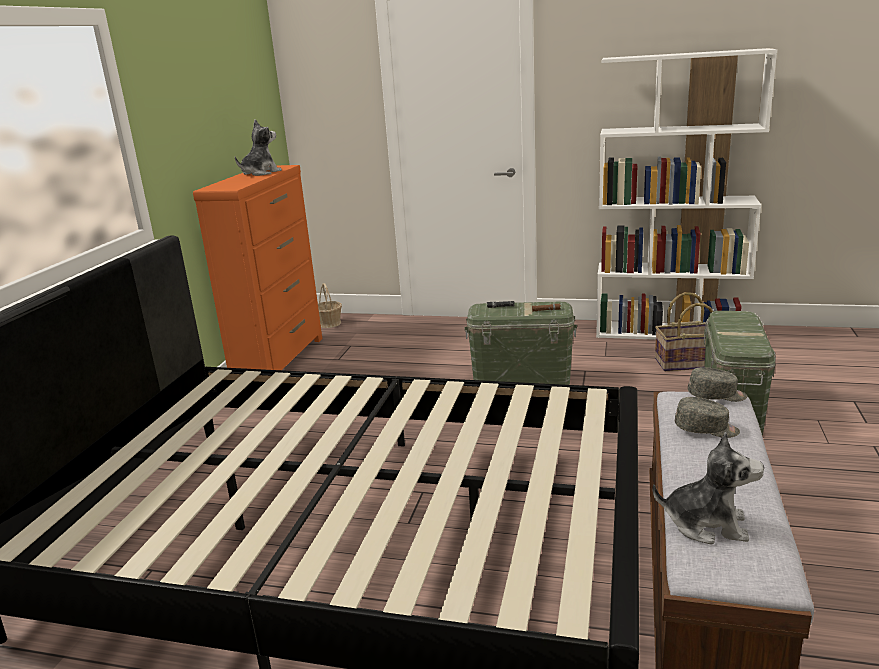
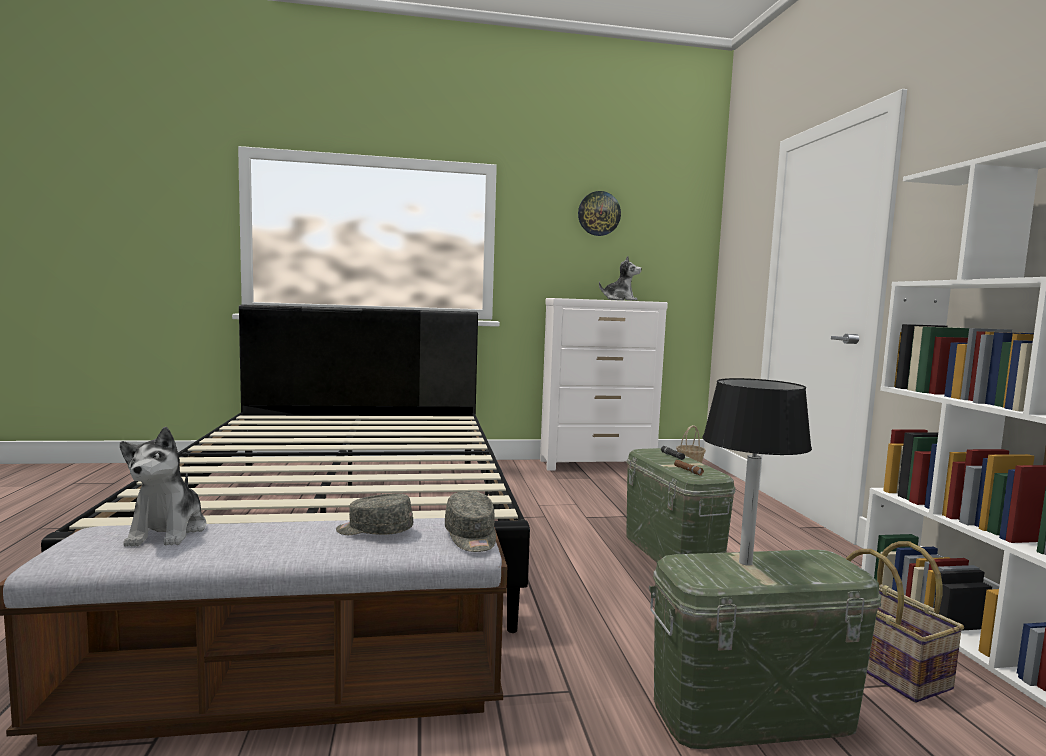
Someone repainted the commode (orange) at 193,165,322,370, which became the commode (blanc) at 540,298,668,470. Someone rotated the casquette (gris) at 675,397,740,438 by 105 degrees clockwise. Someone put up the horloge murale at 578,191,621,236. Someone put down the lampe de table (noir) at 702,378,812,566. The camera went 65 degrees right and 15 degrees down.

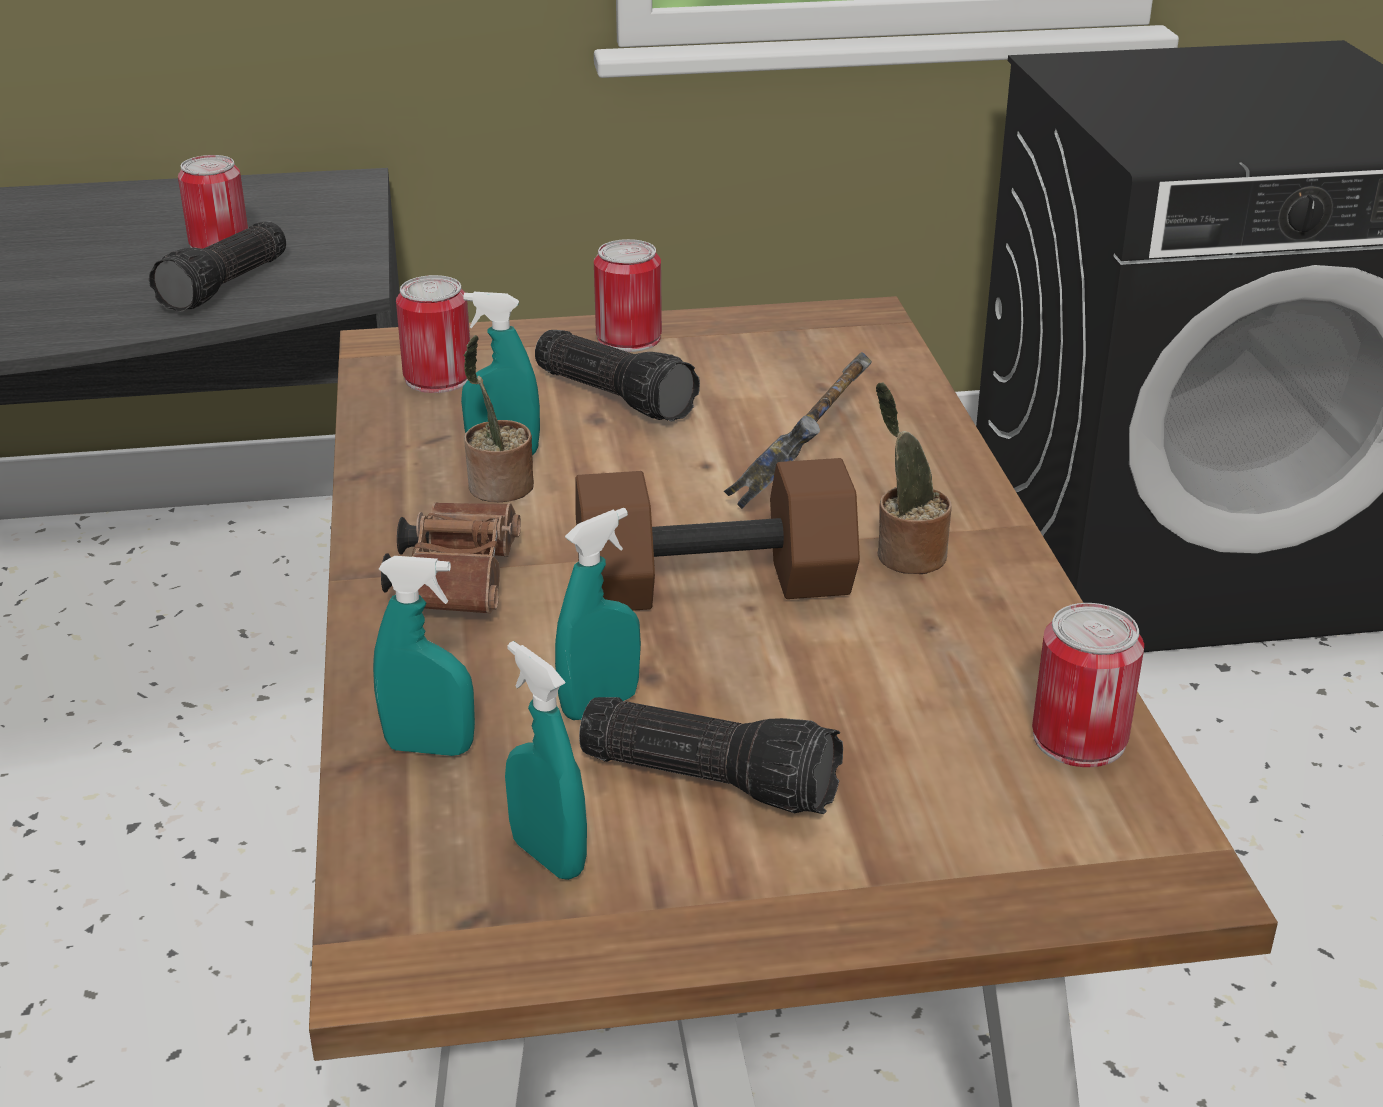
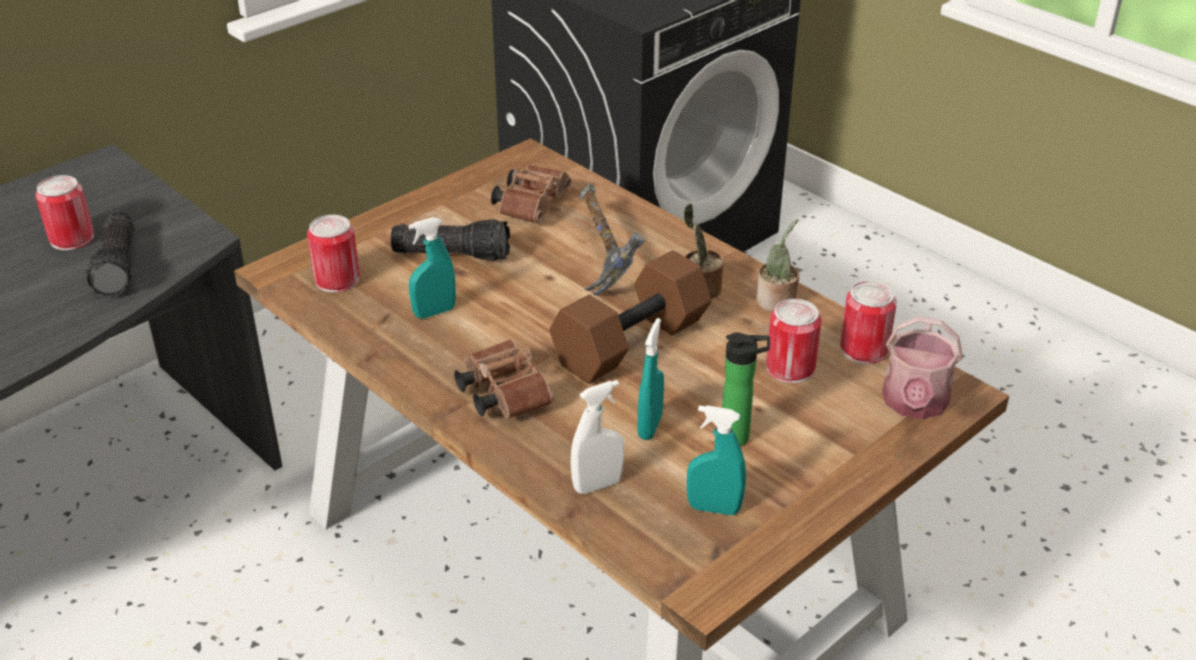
Someone repainted the vaporisateur (turquoise) at 373,556,475,756, which became the vaporisateur (blanc) at 571,380,624,494. Someone carried the plante en pot from 464,335,534,503 to 756,220,800,312. Someone swapped the lampe de poche at 579,697,843,814 for the bouteille at 722,332,770,446. Someone carried the boîte métallique from 594,239,662,352 to 766,299,822,383. Someone put down the jumelles (marron) at 491,165,572,224. Someone put down the arrosoir at 882,316,963,419. The camera went 35 degrees left and 5 degrees up.

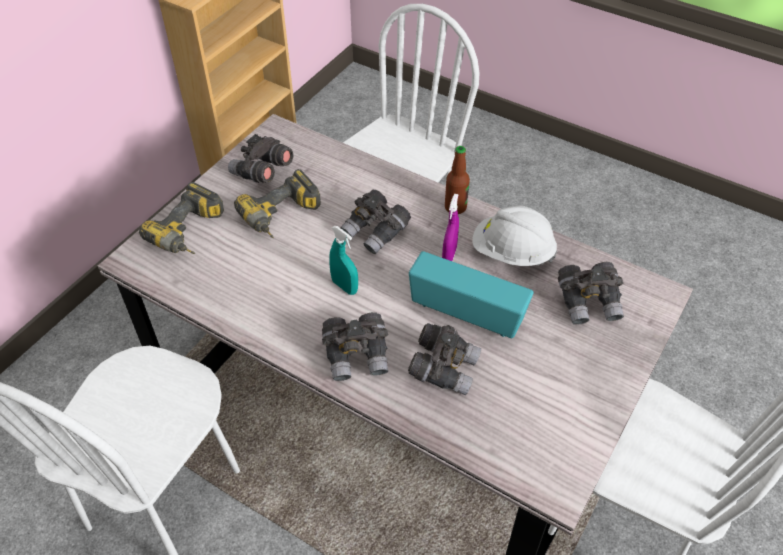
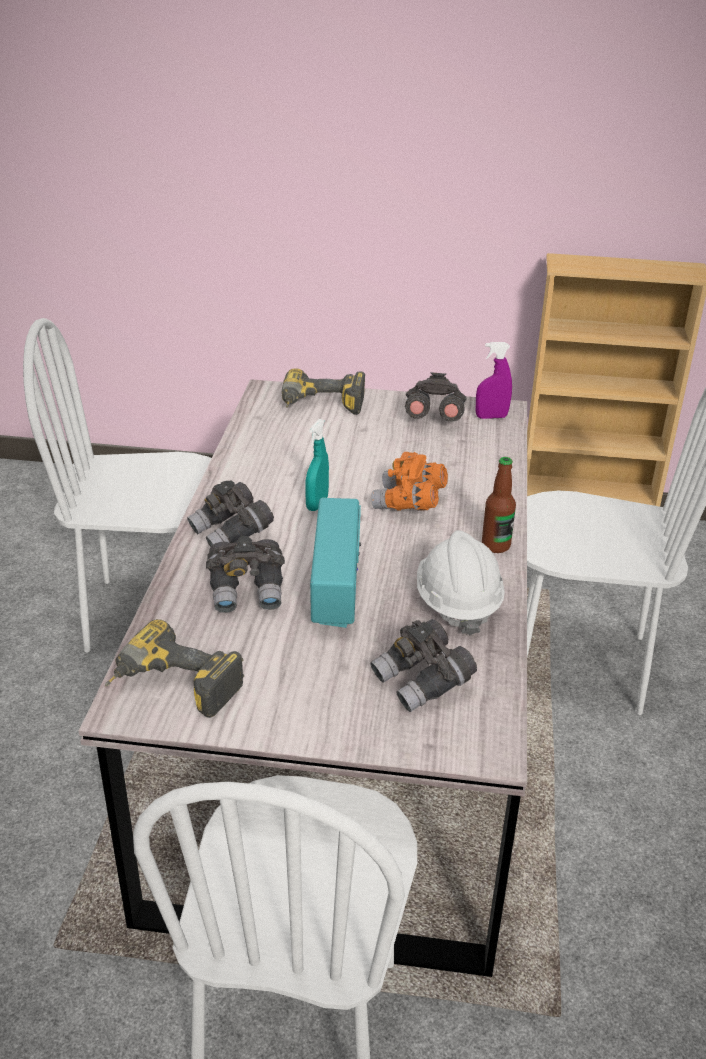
Someone carried the perceuse from 234,169,321,238 to 105,619,244,718. Someone repainted the jumelles (gris) at 340,190,411,254, which became the jumelles (orange) at 371,452,448,511. Someone carried the vaporisateur (violet) from 442,194,459,261 to 476,342,512,419. The camera went 65 degrees right and 15 degrees down.

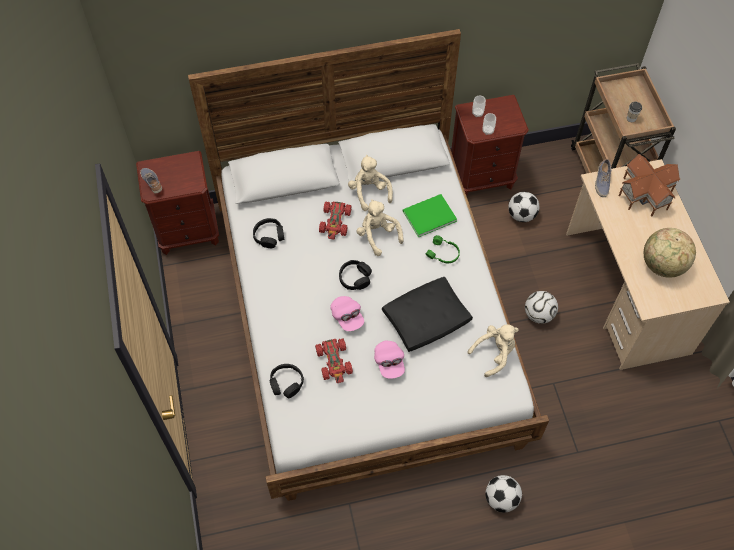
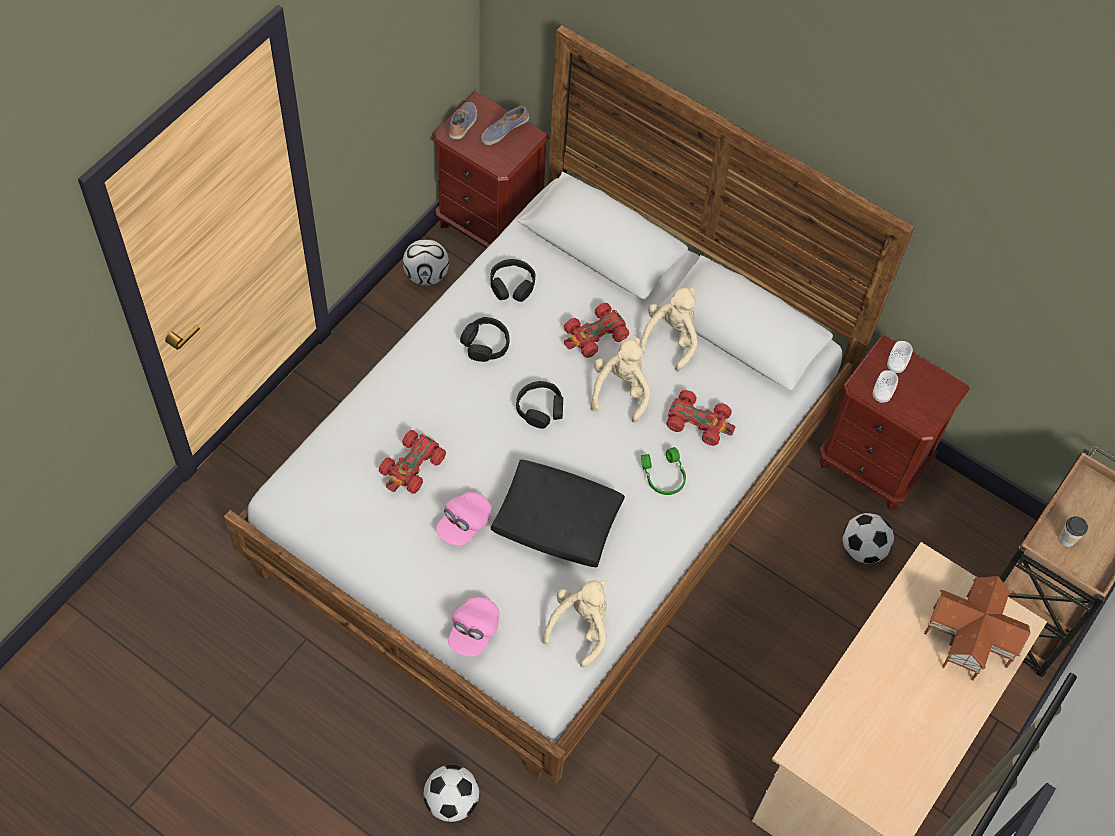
Someone carried the casque audio (noir) from 270,364,304,398 to 460,317,510,362. Someone carried the casquette (rose) from 330,296,364,331 to 448,597,500,656. Someone swapped the livre (vert) at 403,194,457,238 for the petite voiture (rouge) at 667,390,735,446. Someone rotated the peluche (beige) at 468,324,519,377 by 75 degrees counterclockwise. Someone carried the ballon de foot from 525,291,558,324 to 403,239,449,286. Someone carried the chaussure from 595,159,611,197 to 481,106,529,145. Someone took away the globe at 644,228,696,278. The camera went 45 degrees right and 0 degrees up.

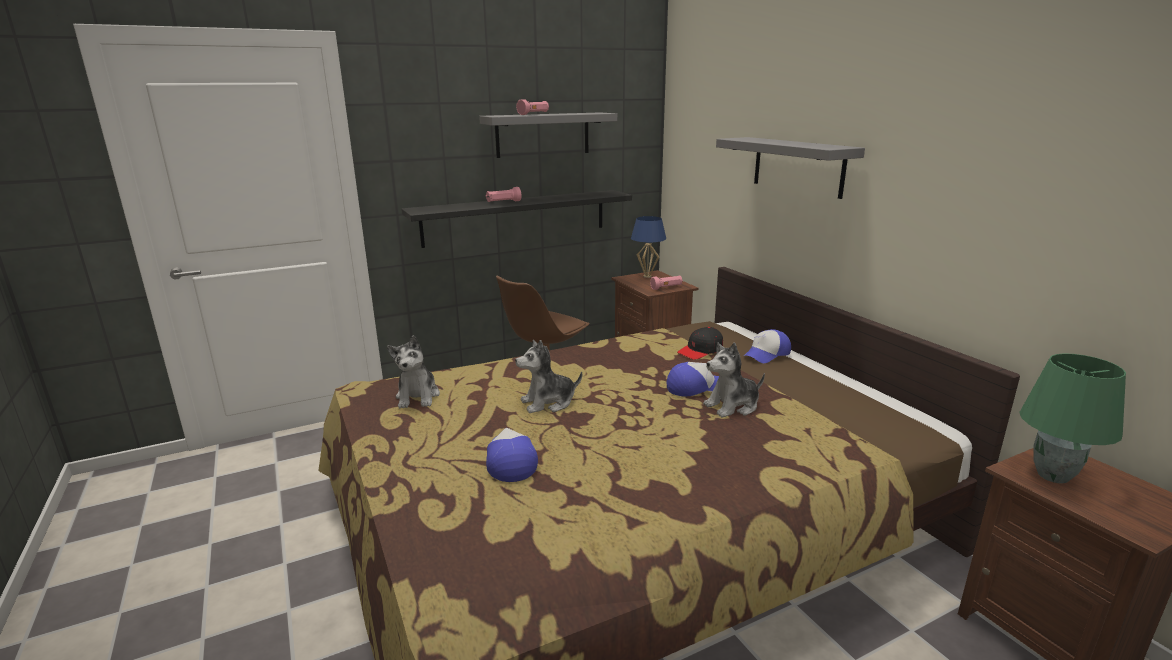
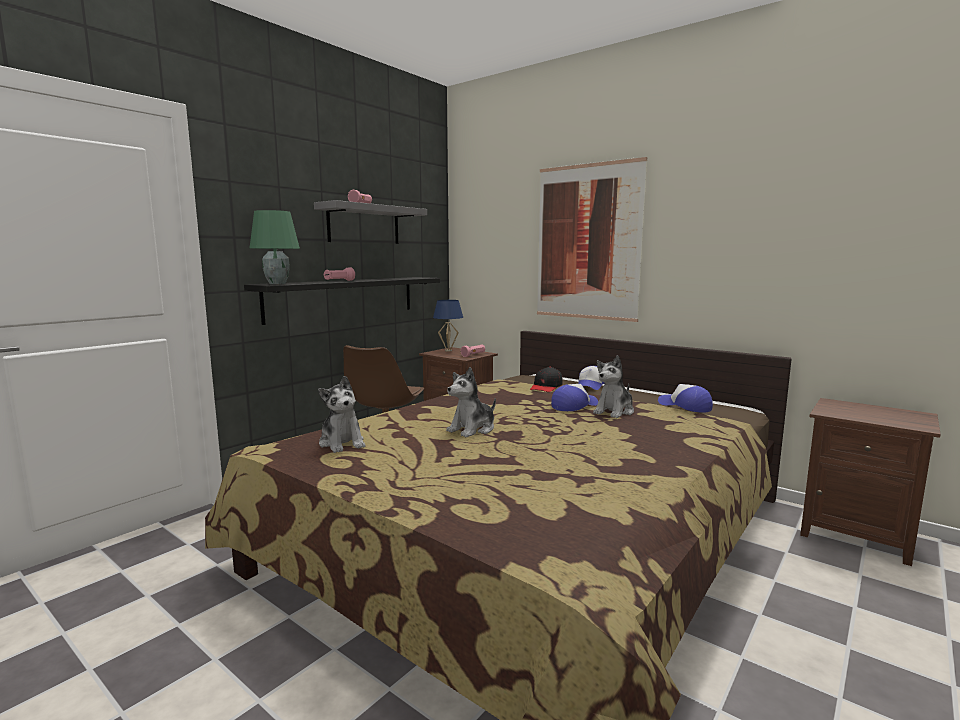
Someone carried the casquette from 486,428,538,482 to 658,384,713,413. Someone swapped the étagère (gris) at 716,137,865,199 for the tableau at 537,157,647,322. Someone carried the lampe de table (vert) from 1019,353,1126,484 to 250,210,300,284. The camera went 25 degrees left and 10 degrees down.

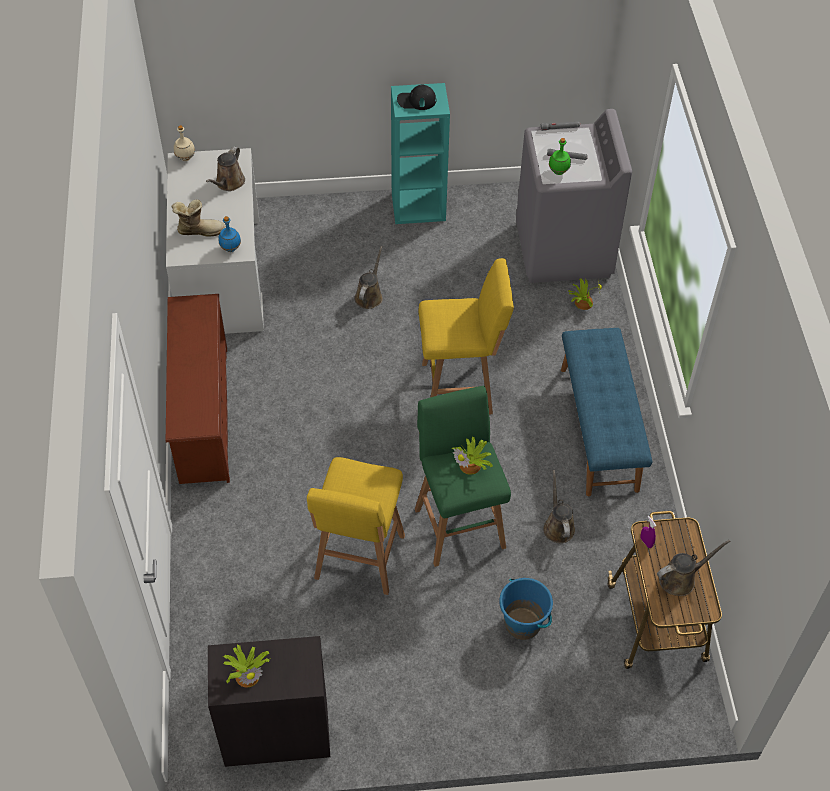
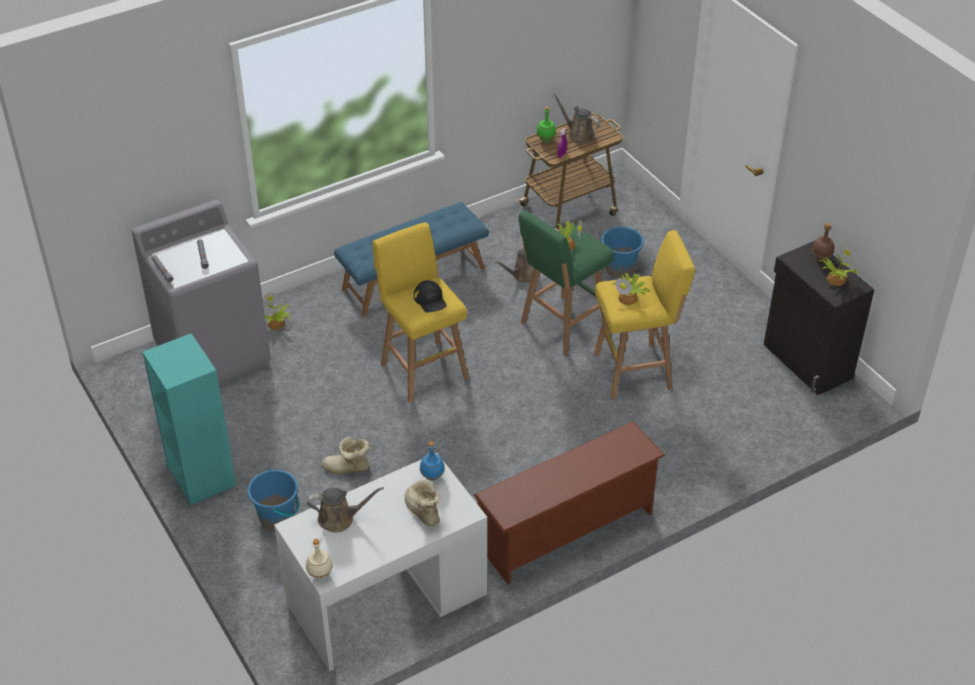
Someone swapped the arrosoir (marron) at 354,246,383,309 for the botte at 322,436,370,474. Someone carried the casquette (noir) from 397,85,436,110 to 414,280,447,312. Someone carried the bouteille (vert) from 549,138,571,175 to 537,107,556,142. Someone put down the seau (bleu) at 248,469,300,531. Someone put down the plante en pot at 612,273,650,305. Someone put down the bouteille (marron) at 812,223,834,260. The camera went 115 degrees left and 10 degrees down.

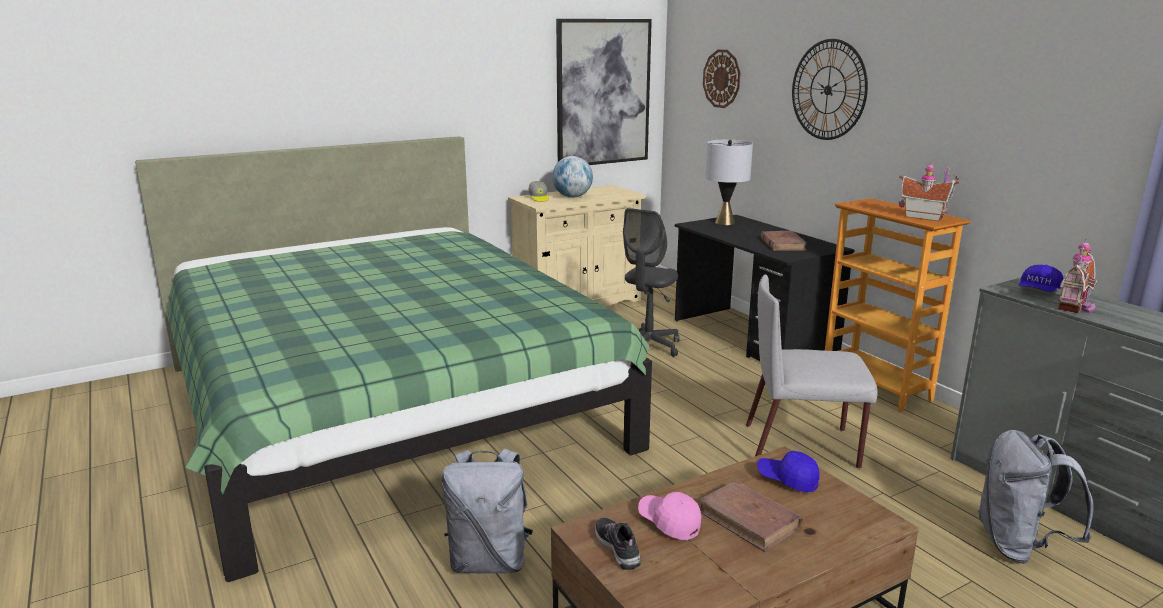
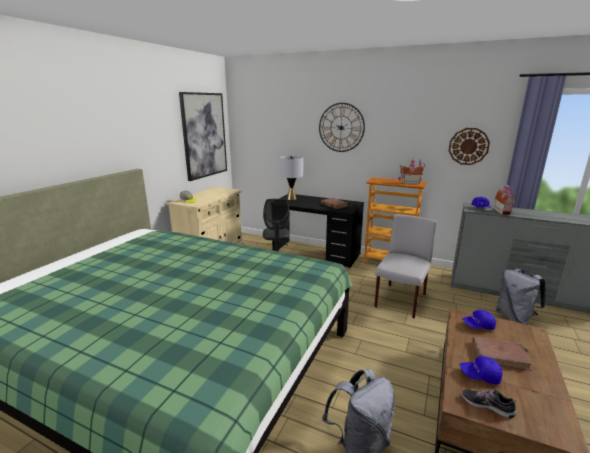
Someone took away the globe at 552,156,593,198. Someone repainted the casquette (rose) at 638,492,701,540, which became the casquette (bleu) at 460,356,503,385. Someone carried the horloge murale from 703,49,741,108 to 449,128,490,165. Someone rotated the chaise (gris) at 746,275,878,469 by 150 degrees clockwise. The camera went 35 degrees left and 0 degrees up.

